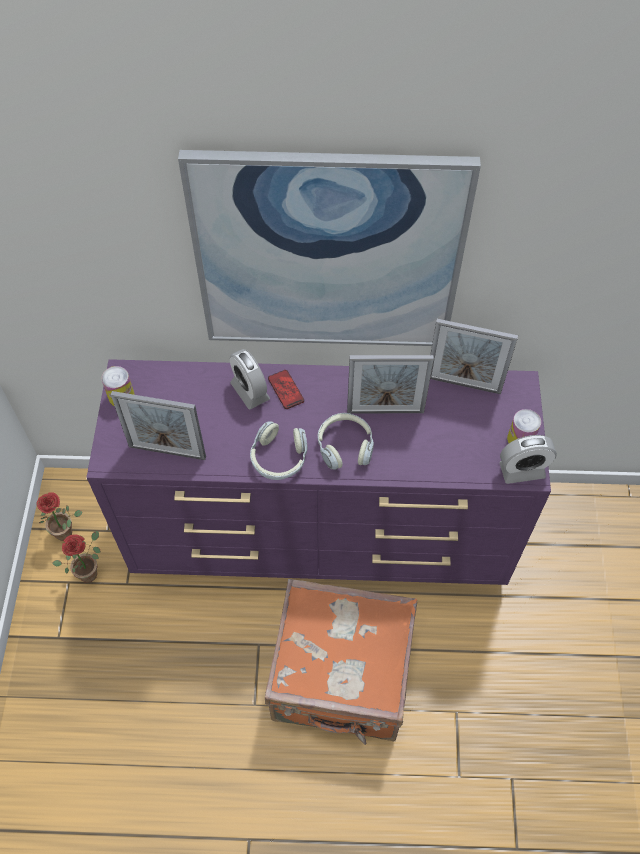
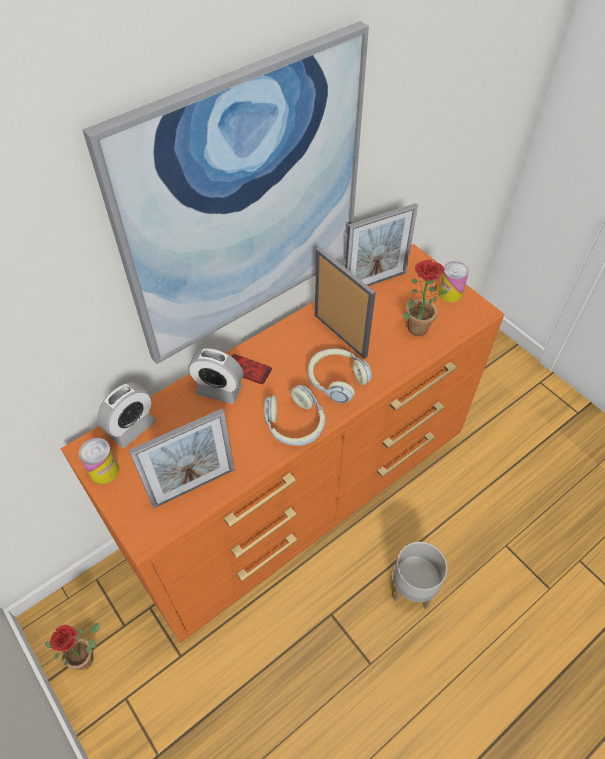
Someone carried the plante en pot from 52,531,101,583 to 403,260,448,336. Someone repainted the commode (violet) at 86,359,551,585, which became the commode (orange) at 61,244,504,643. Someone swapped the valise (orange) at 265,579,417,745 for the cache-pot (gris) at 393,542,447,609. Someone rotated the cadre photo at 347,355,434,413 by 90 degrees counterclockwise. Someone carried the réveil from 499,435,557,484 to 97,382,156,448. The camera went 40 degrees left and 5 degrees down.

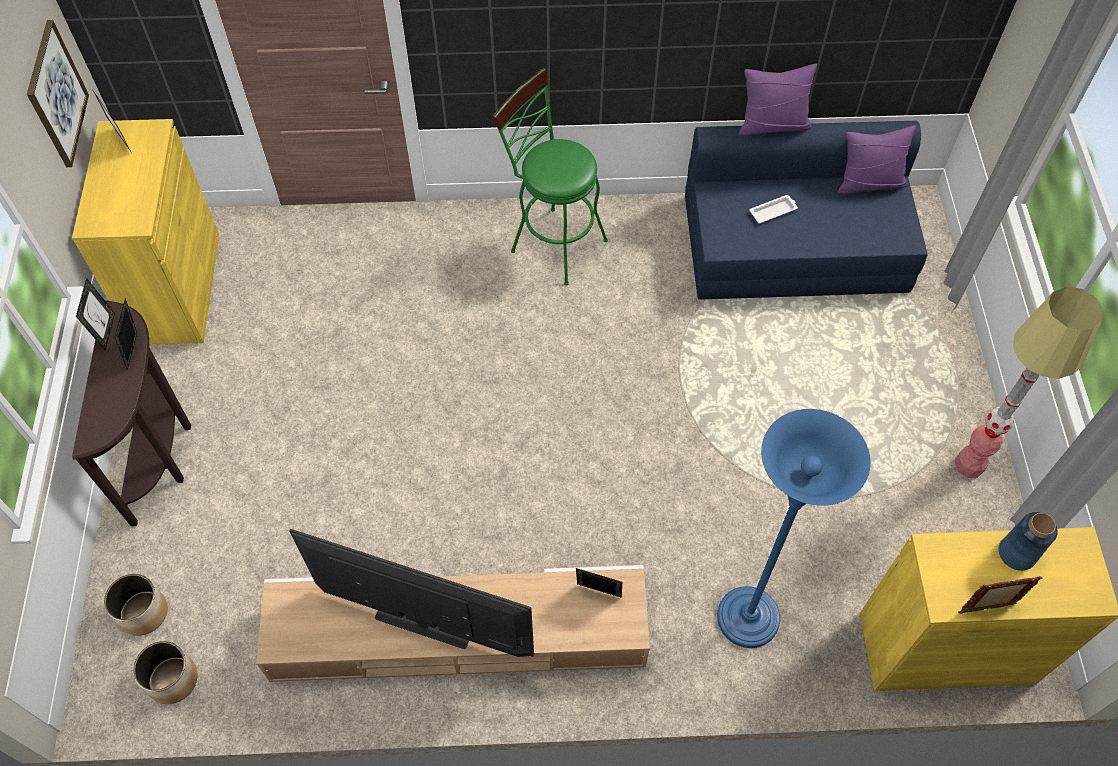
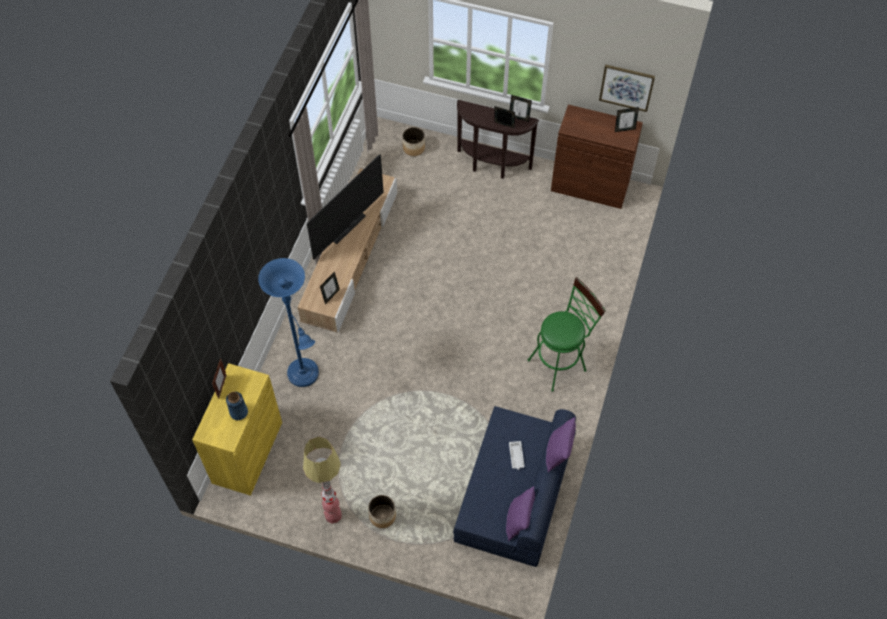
Someone repainted the meuble de rangement (jaune) at 72,119,219,345, which became the meuble de rangement (marron) at 551,105,643,209. Someone carried the cache-pot from 133,641,198,704 to 368,495,396,528. The camera went 110 degrees right and 0 degrees up.

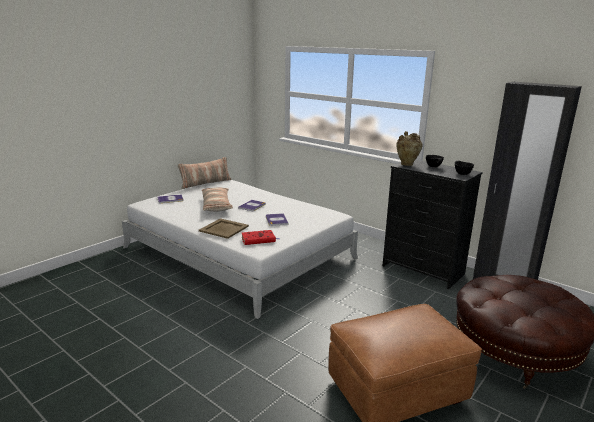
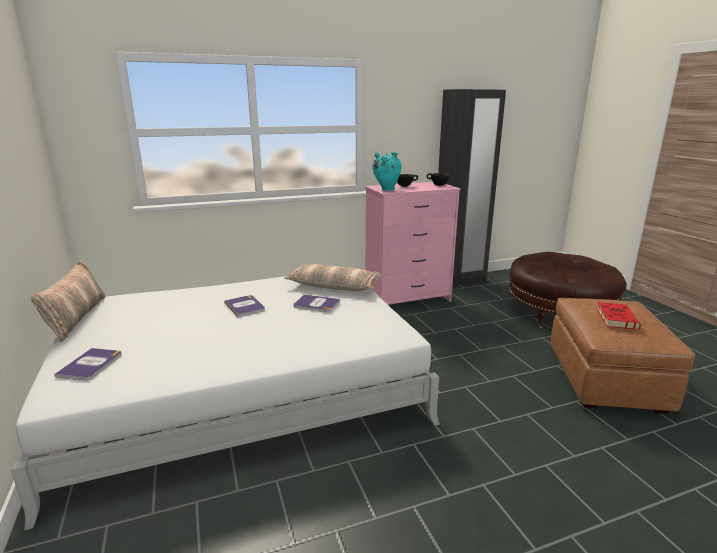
Someone took away the plateau (beige) at 199,218,249,239. Someone carried the coussin from 202,188,233,212 to 284,264,382,291. Someone carried the livre (rouge) from 242,230,279,245 to 597,302,641,330. Someone repainted the commode (noir) at 382,160,482,289, which became the commode (rose) at 365,182,461,305. Someone repainted the vase (beige) at 396,131,423,166, which became the vase (turquoise) at 372,152,402,190. The camera went 60 degrees left and 0 degrees up.

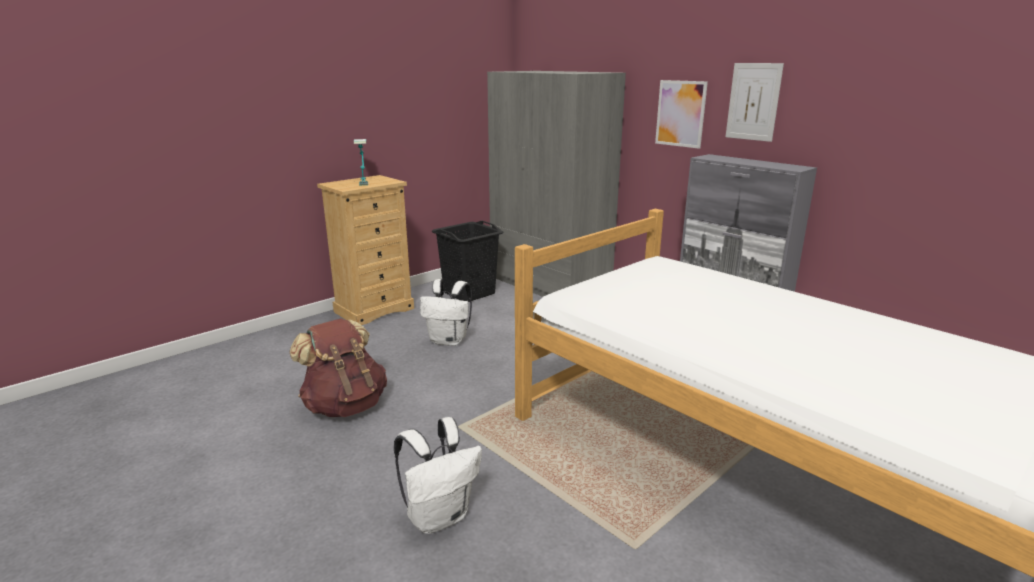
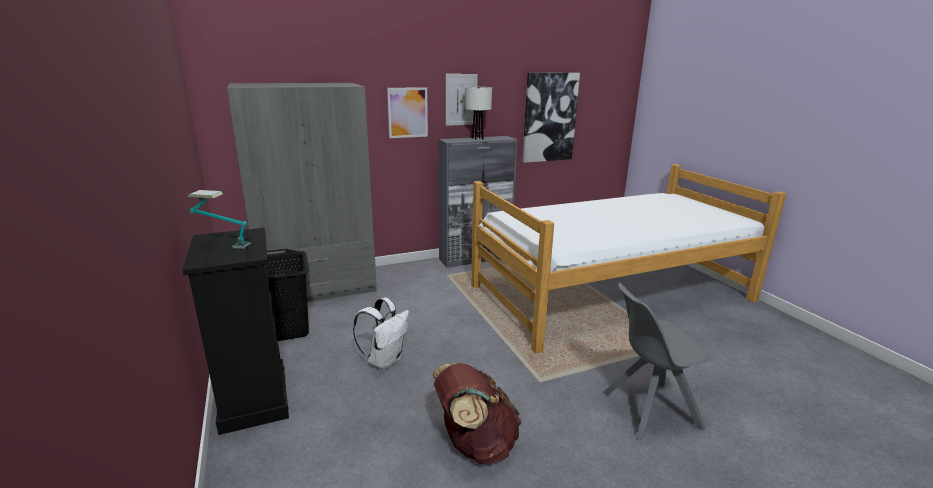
Someone repainted the commode (beige) at 317,175,414,325, which became the commode (noir) at 183,228,289,435. Someone swapped the sac à dos (blanc) at 394,417,482,534 for the chaise (gris) at 603,283,716,440. Someone put down the lampe de table (blanc) at 465,87,492,140. Someone put up the tableau at 522,73,580,163. The camera went 70 degrees left and 0 degrees up.

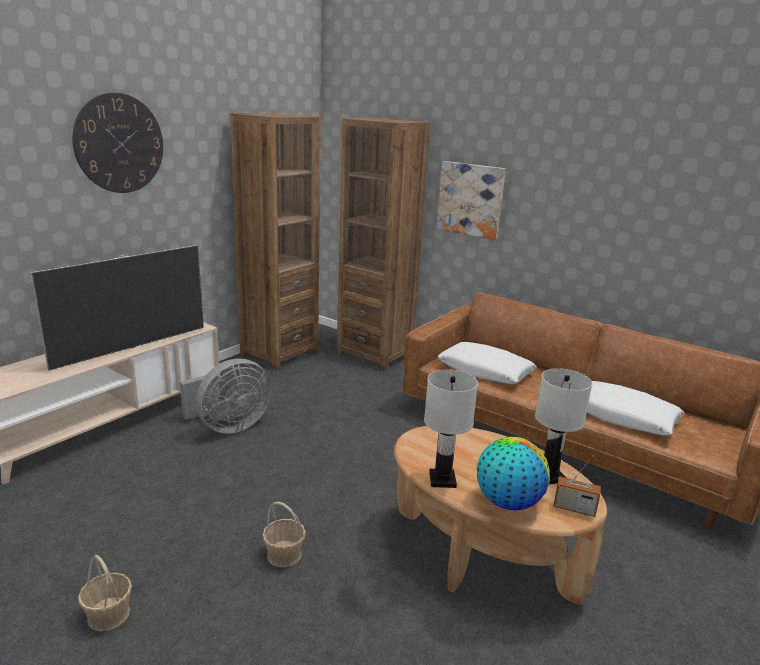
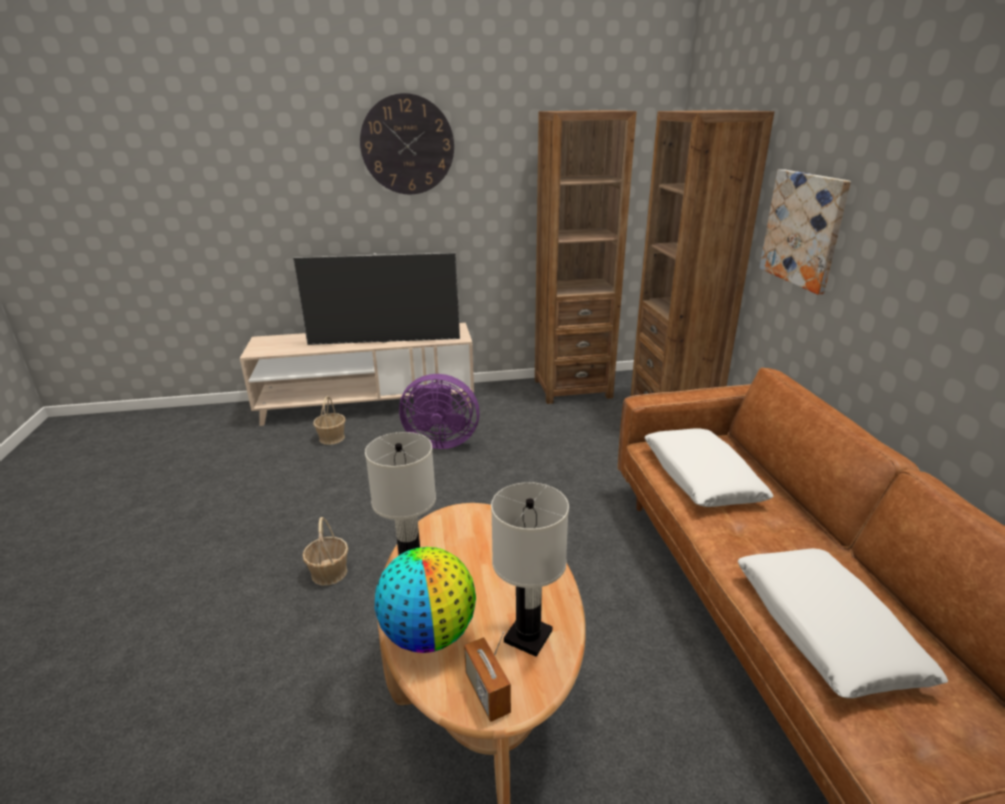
Someone carried the panier from 78,555,132,631 to 313,396,345,445. Someone repainted the ventilateur (gris) at 180,359,271,434, which became the ventilateur (violet) at 399,374,480,449. The camera went 45 degrees right and 5 degrees up.

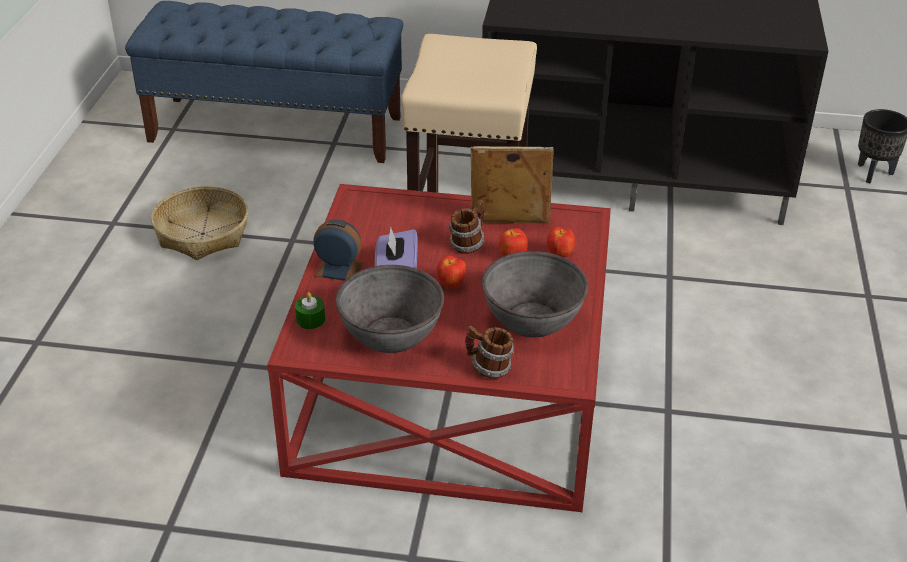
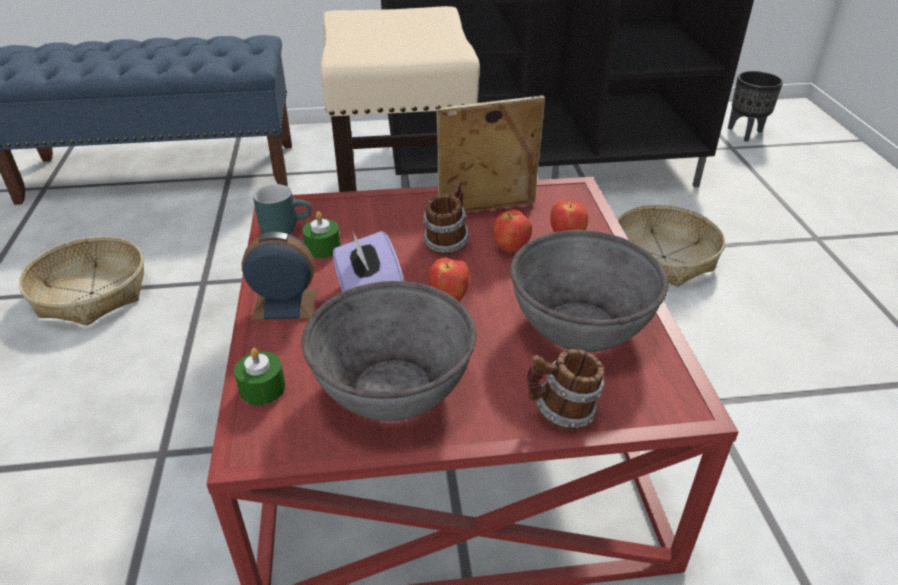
Someone put down the mug (turquoise) at 253,184,311,234. Someone put down the bougie (vert) at 302,211,341,258. Someone put down the panier at 617,205,725,287. The camera went 15 degrees left and 0 degrees up.

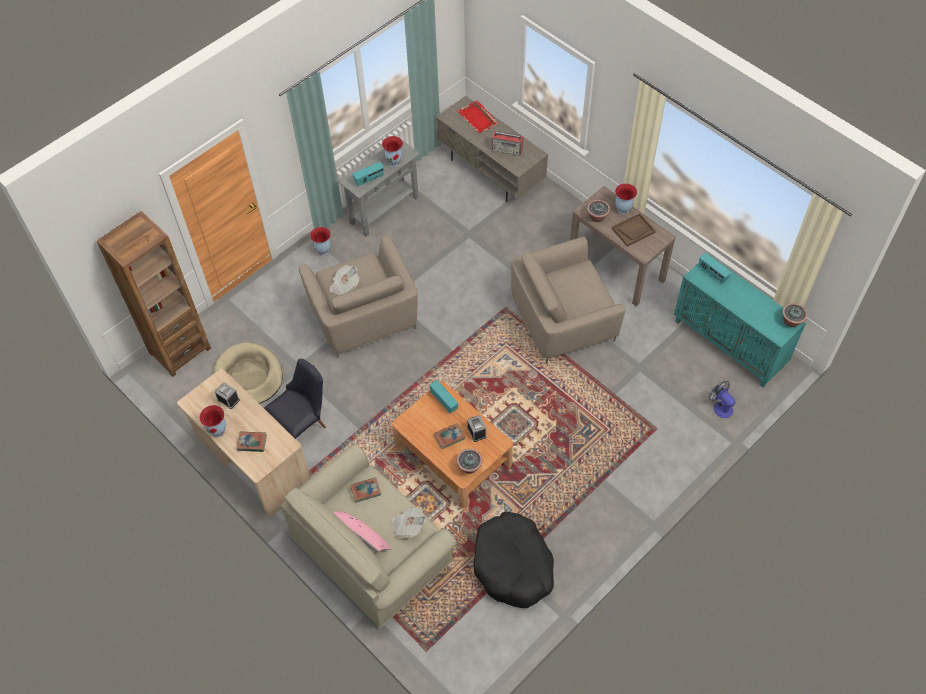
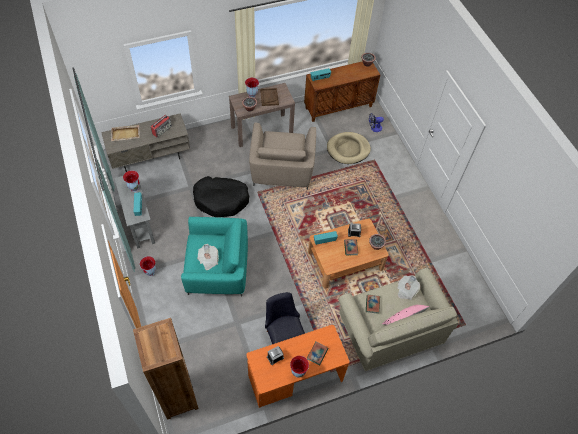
Someone repainted the bureau (beige) at 177,369,311,518, which became the bureau (orange) at 246,325,350,408. Someone carried the panier pour chien (beige) from 214,342,283,404 to 327,132,371,164. Someone repainted the fauteuil (beige) at 299,235,418,358, which became the fauteuil (turquoise) at 181,217,248,297. Someone repainted the plateau (rouge) at 457,101,499,133, which became the plateau (beige) at 111,125,140,141. Someone carried the panier pour chien (noir) from 474,511,554,608 to 193,176,249,217. Someone repainted the meuble de rangement (turquoise) at 674,254,806,387, which became the meuble de rangement (marron) at 304,61,380,122. The camera went 70 degrees left and 0 degrees up.

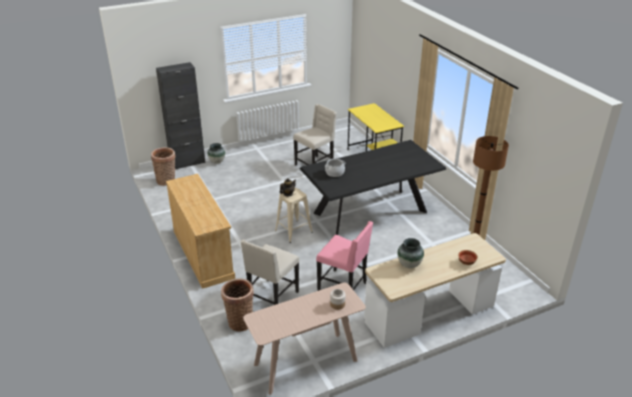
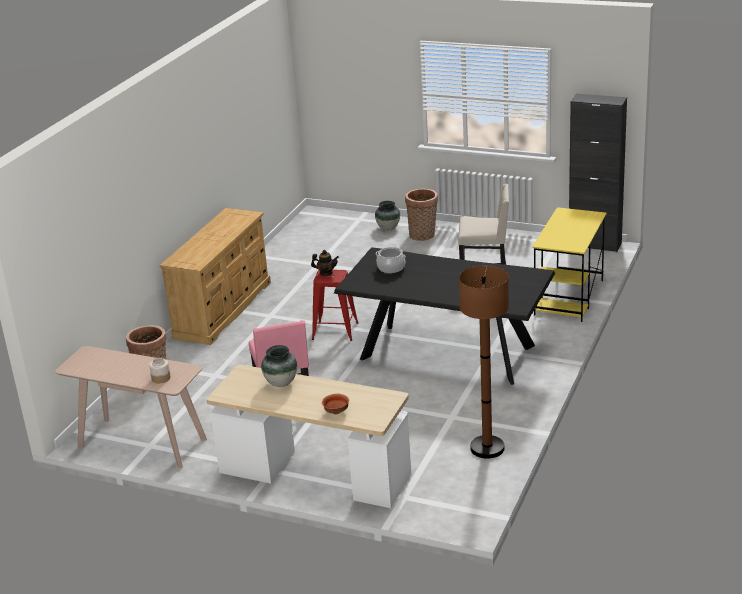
Someone carried the panier from 151,147,175,186 to 405,188,438,241. Someone carried the meuble de rangement (noir) from 156,62,205,169 to 569,94,627,252. Someone took away the chaise (beige) at 241,239,299,305. Someone repainted the tabouret (beige) at 275,188,313,243, which became the tabouret (rouge) at 312,270,358,341. The camera went 50 degrees right and 5 degrees down.

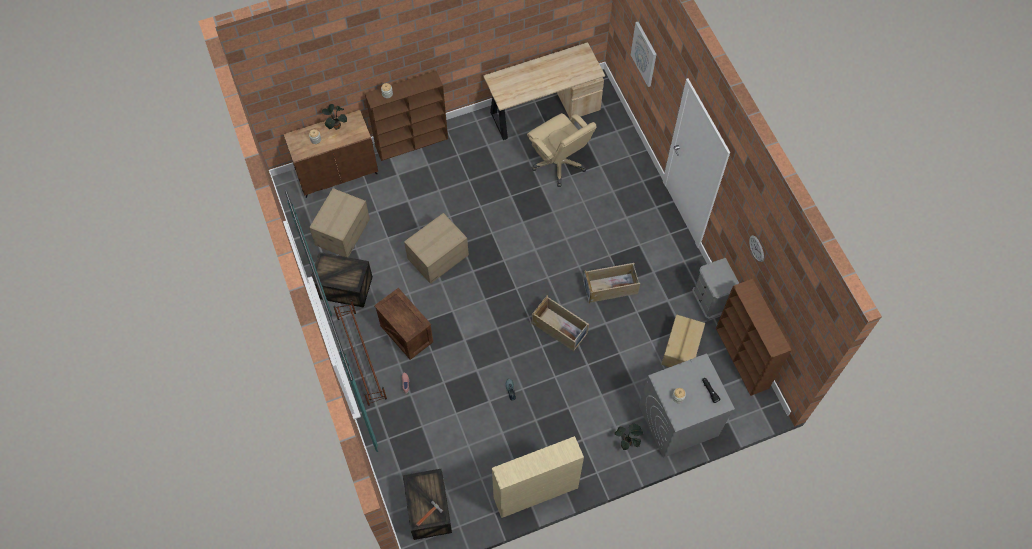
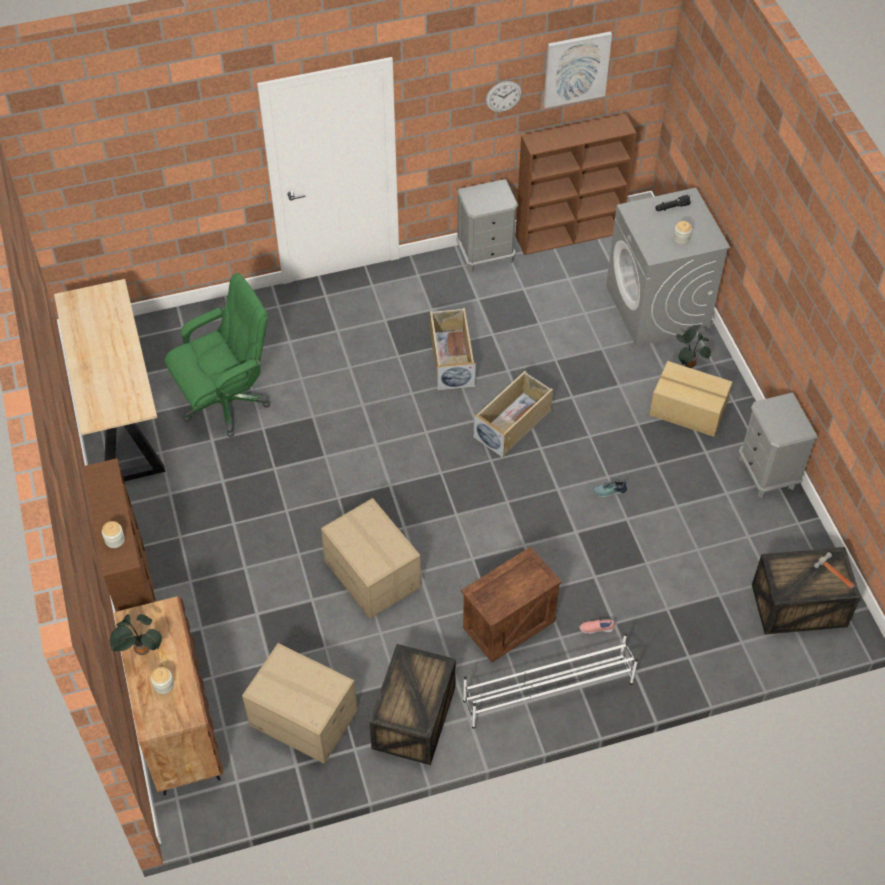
Someone repainted the étagère à chaussures (marron) at 333,300,387,406, which became the étagère à chaussures (blanc) at 463,633,638,729. Someone swapped the bibliothèque (beige) at 492,436,584,518 for the table de chevet (gris) at 739,393,817,498. Someone repainted the chaise de bureau (beige) at 527,113,597,187, which became the chaise de bureau (vert) at 164,273,271,437. Someone carried the tableau from 631,22,657,87 to 544,31,612,108. Someone carried the carton from 661,314,705,367 to 649,361,733,437. The camera went 85 degrees left and 10 degrees down.

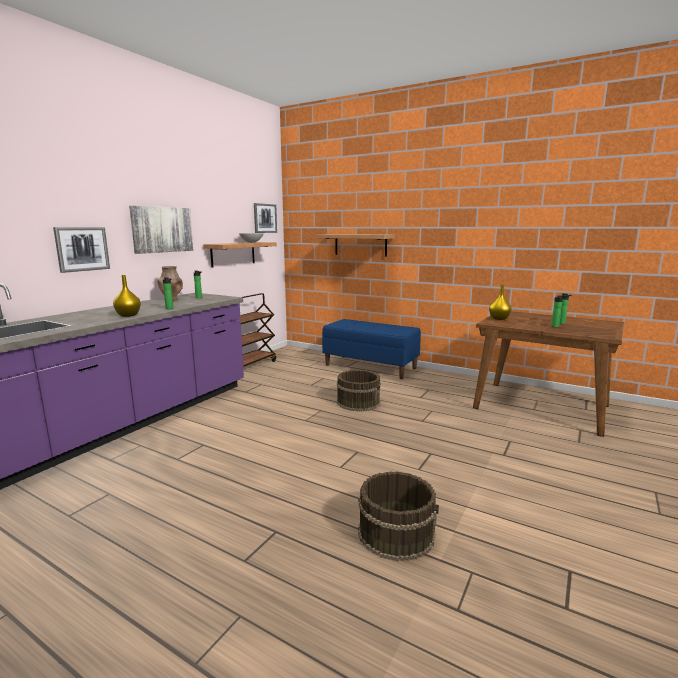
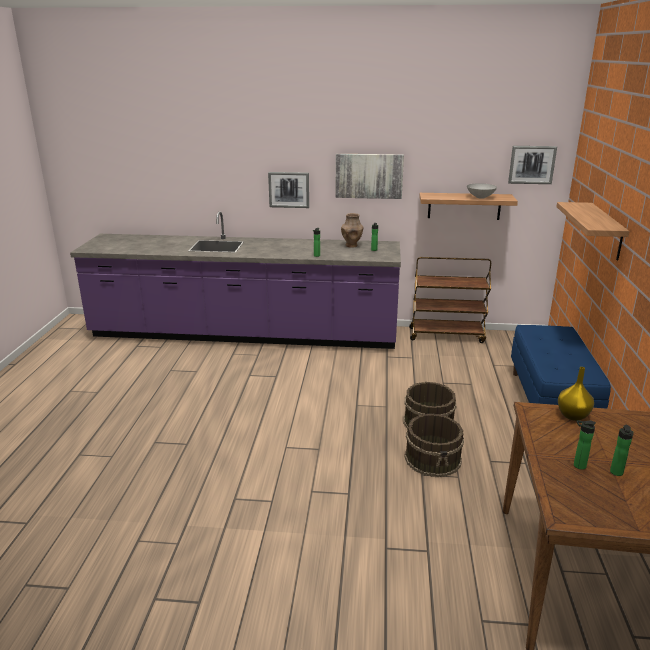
Someone took away the vase (jaune) at 113,275,141,317. Someone carried the seau (marron) from 358,471,439,562 to 405,414,464,477. The camera went 65 degrees right and 10 degrees up.

